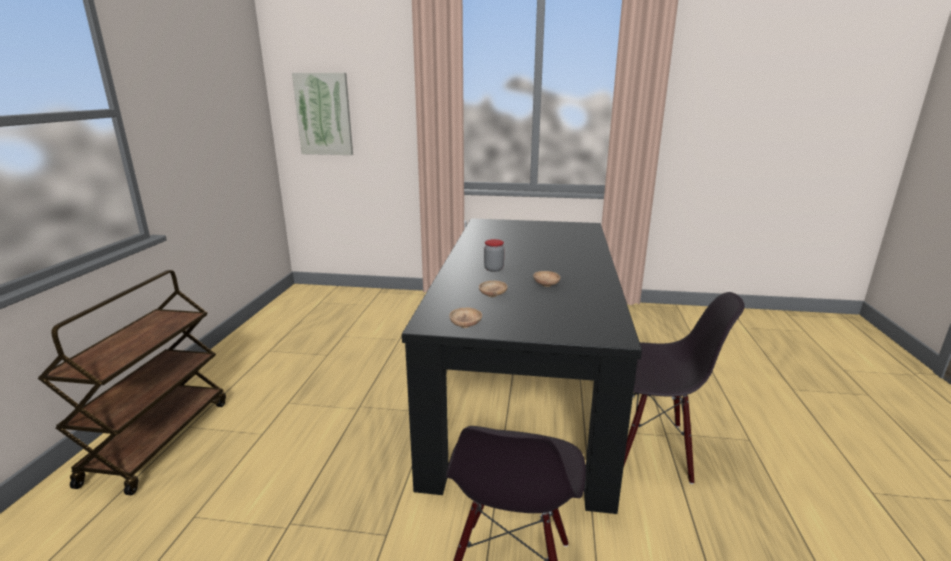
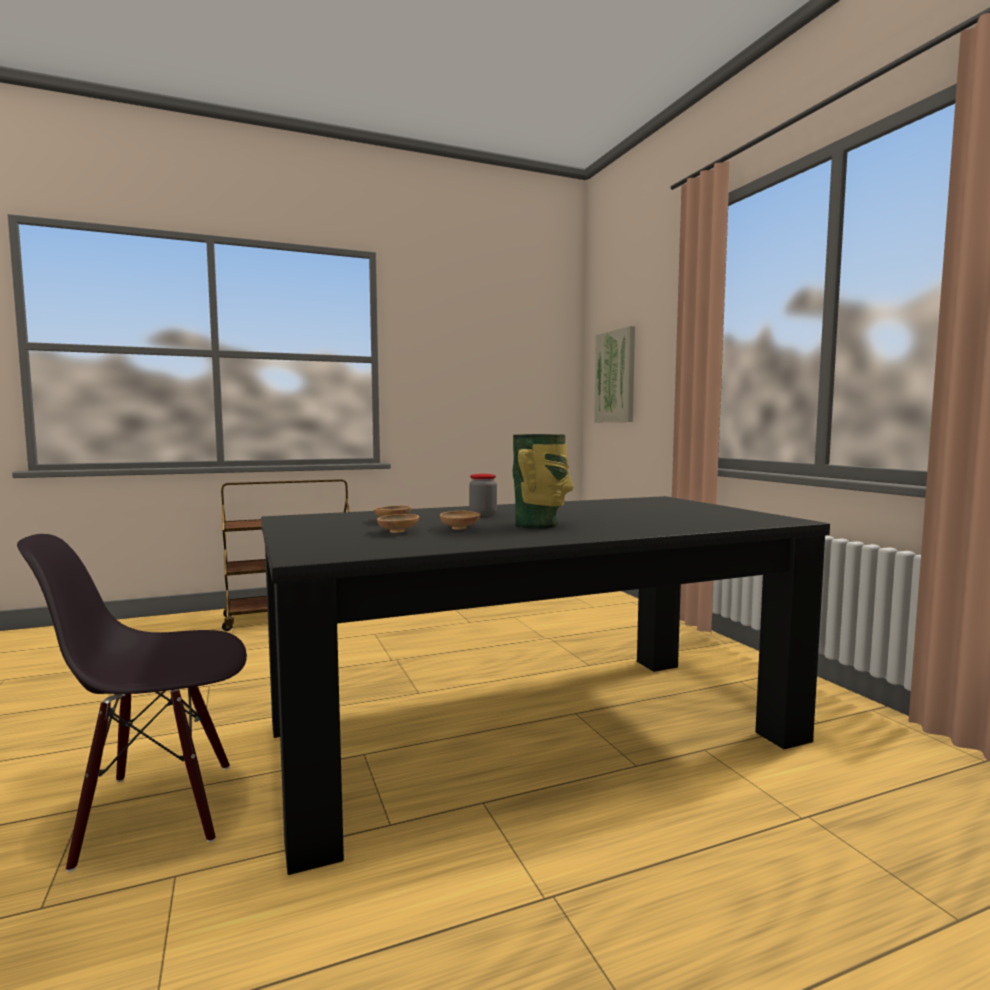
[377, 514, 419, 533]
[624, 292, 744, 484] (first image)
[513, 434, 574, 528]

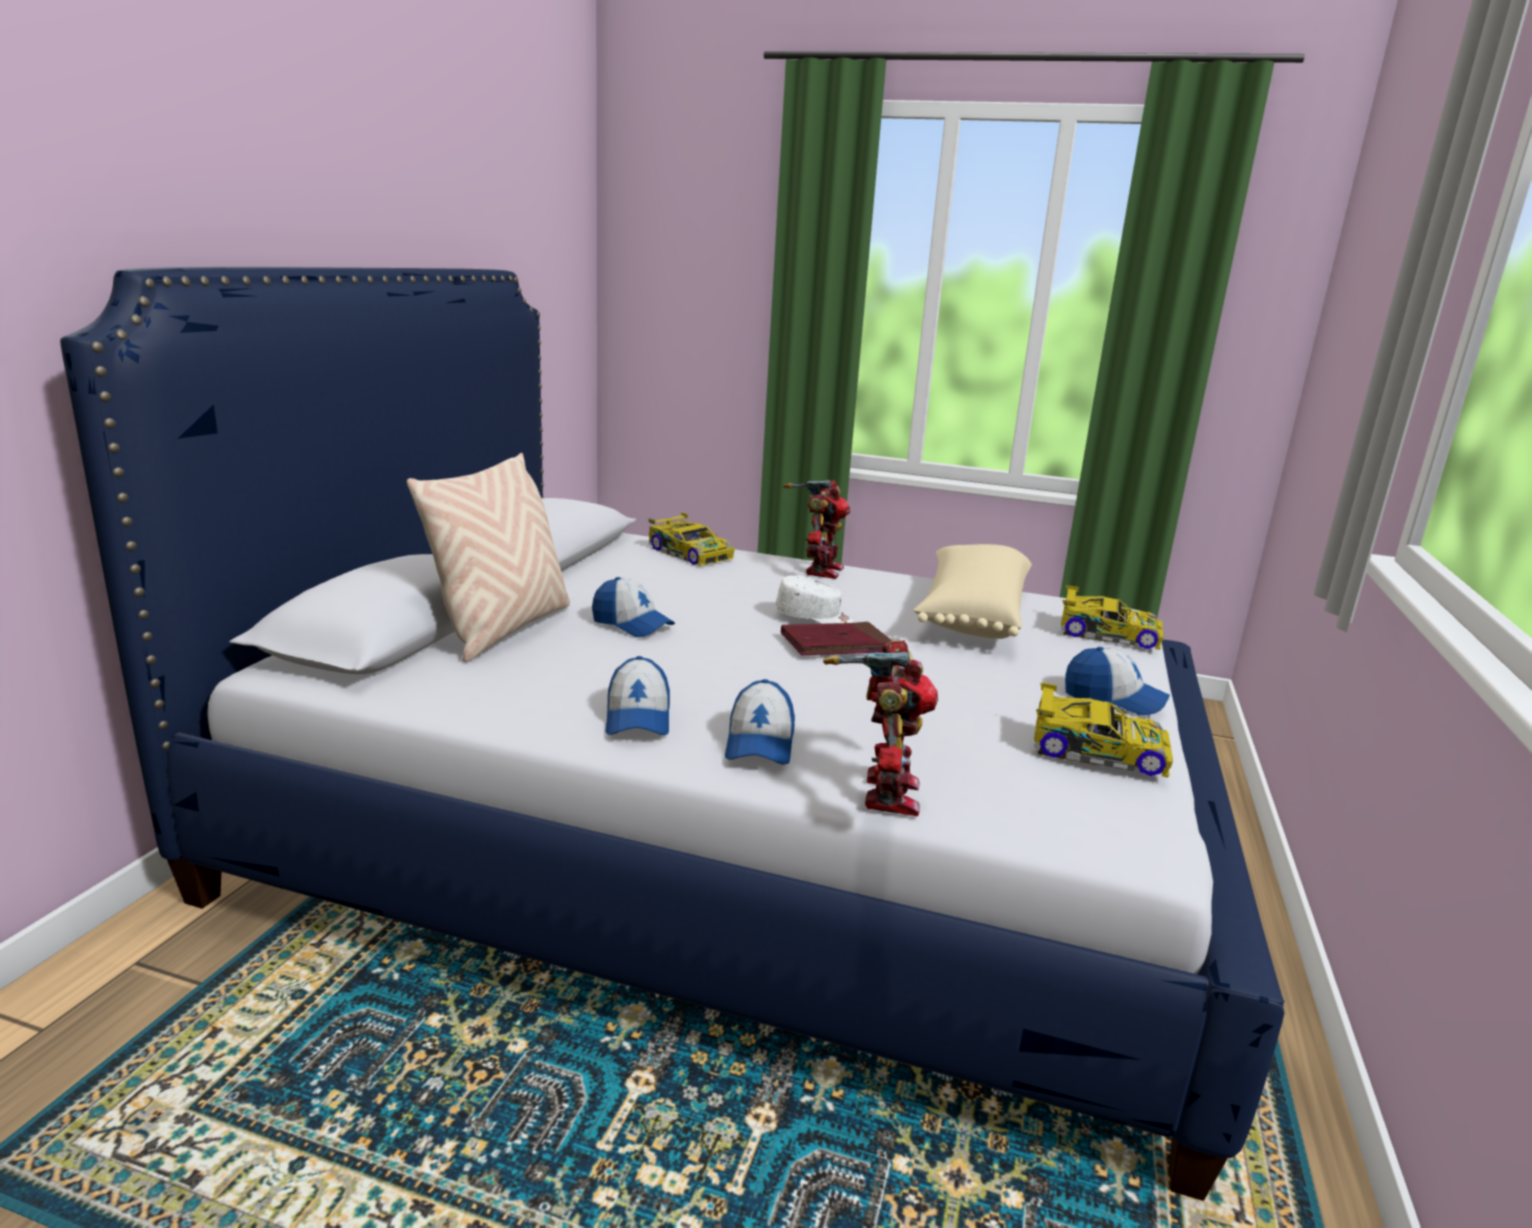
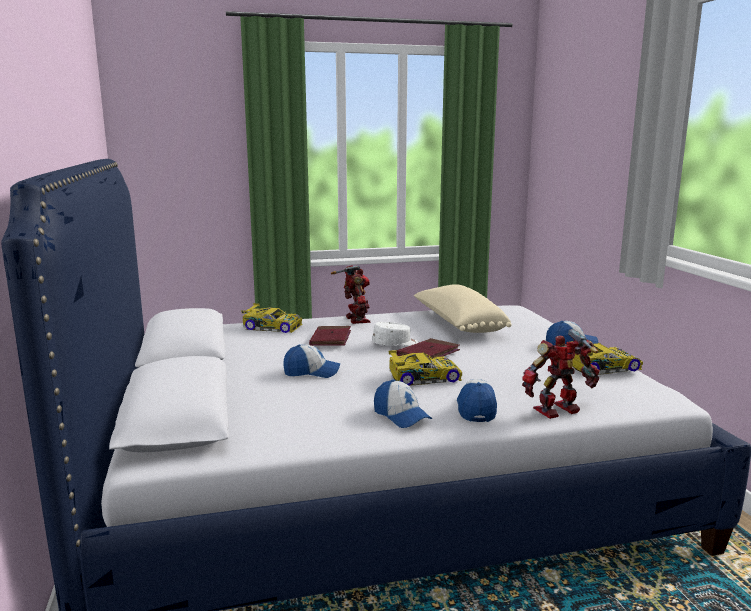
[407, 453, 570, 662] (first image)
[457, 379, 497, 422]
[522, 329, 600, 419]
[388, 350, 462, 386]
[309, 326, 351, 346]

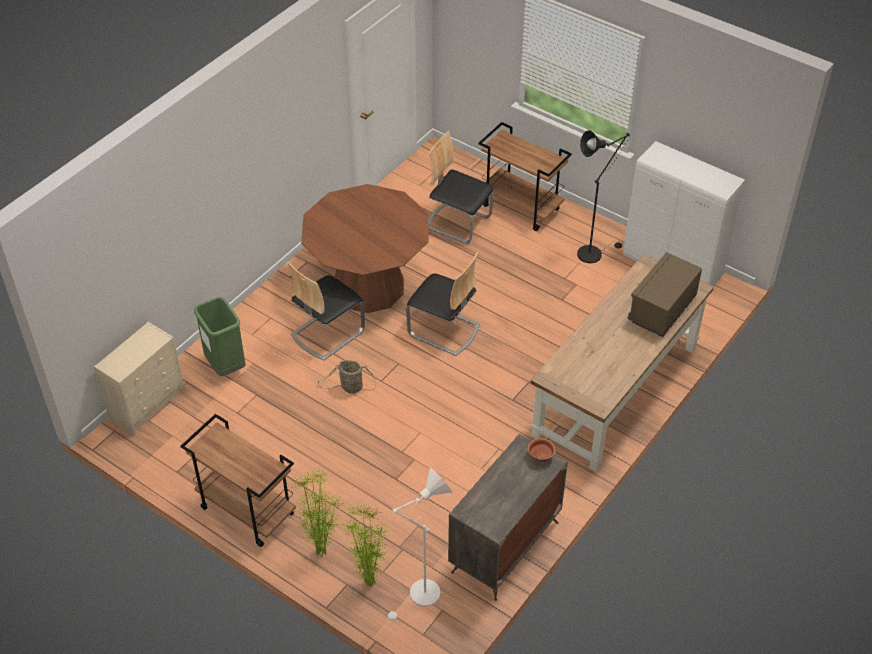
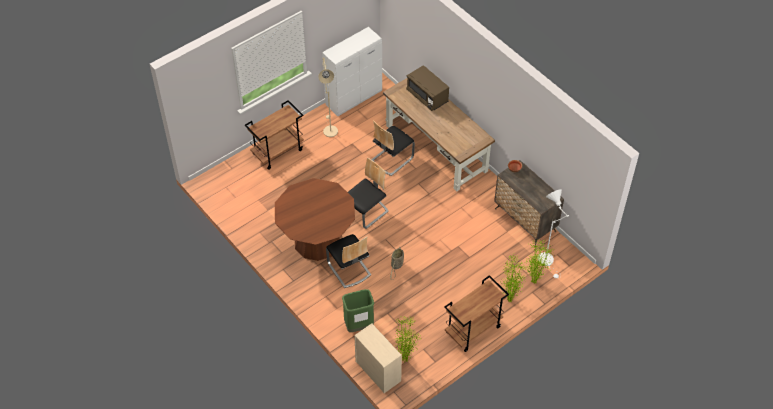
[371, 120, 415, 176]
[318, 58, 338, 137]
[395, 316, 421, 363]

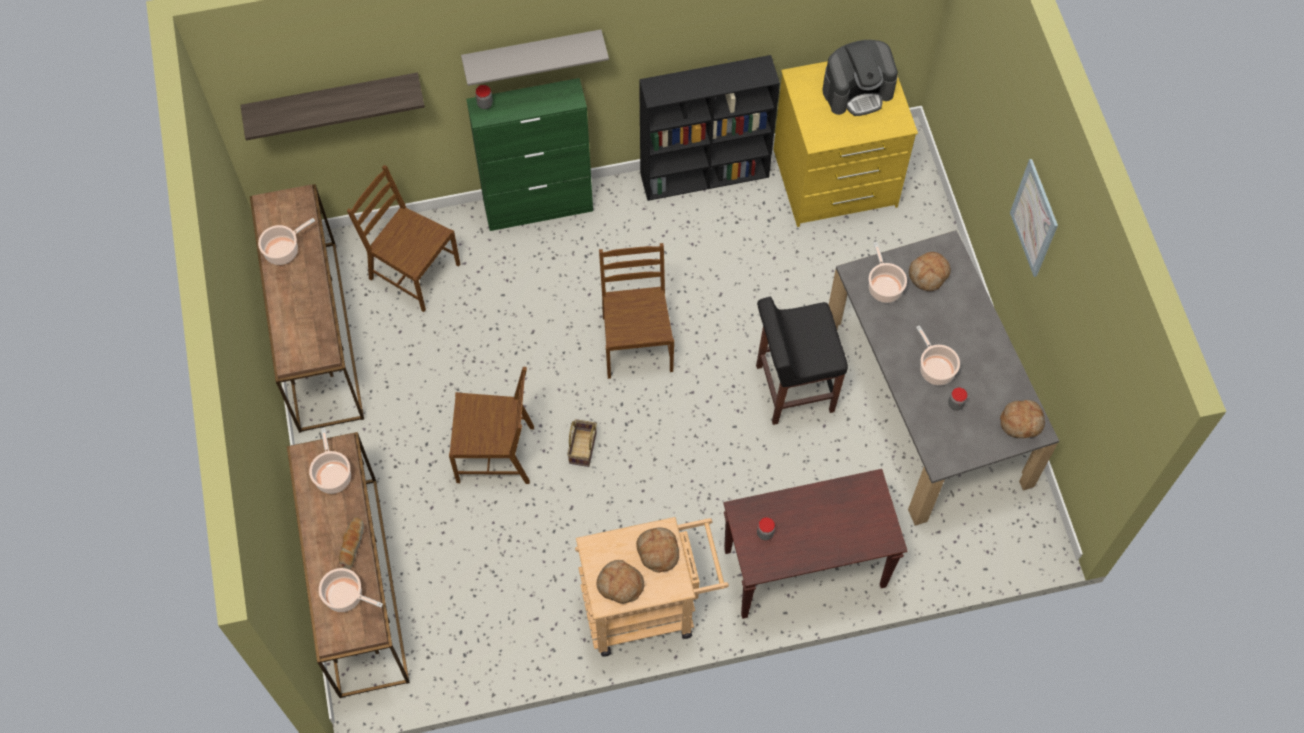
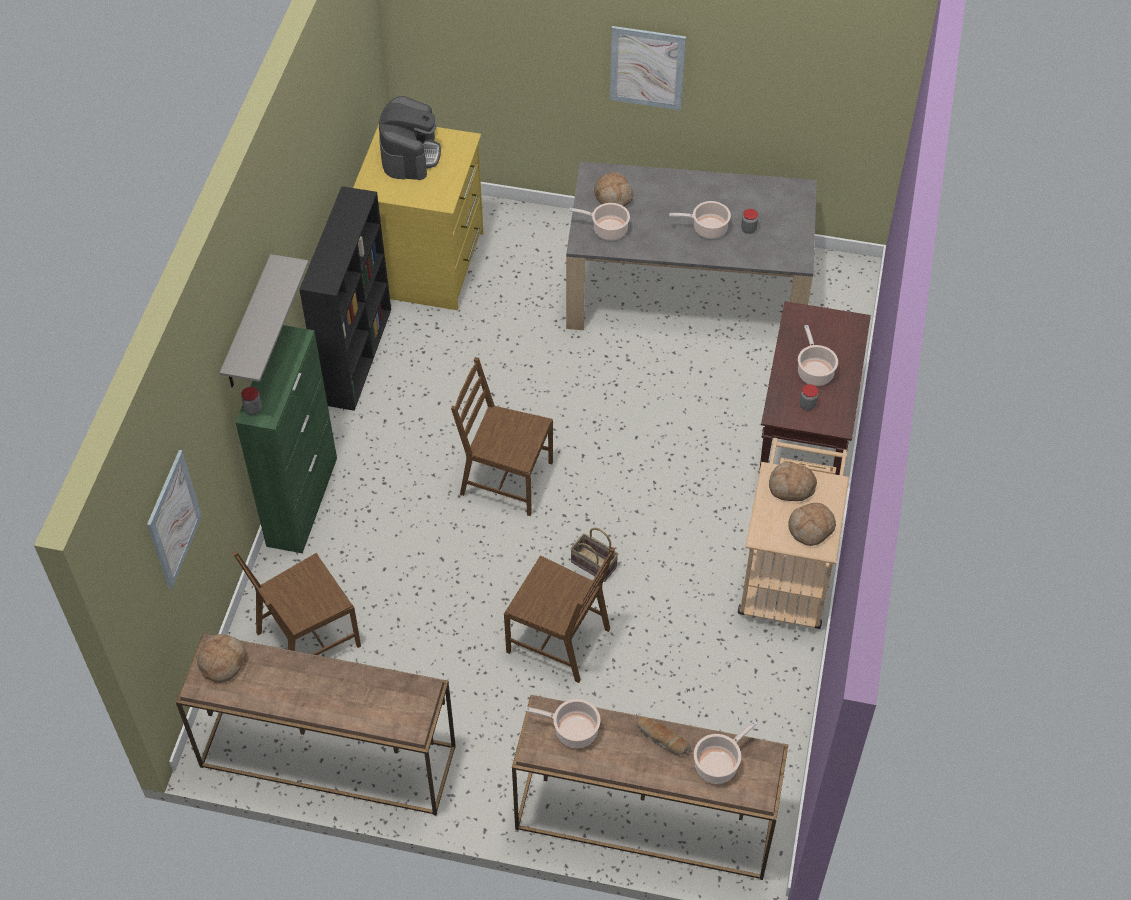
[147, 450, 202, 589]
[798, 325, 838, 386]
[504, 547, 615, 683]
[756, 297, 848, 425] (first image)
[197, 634, 246, 683]

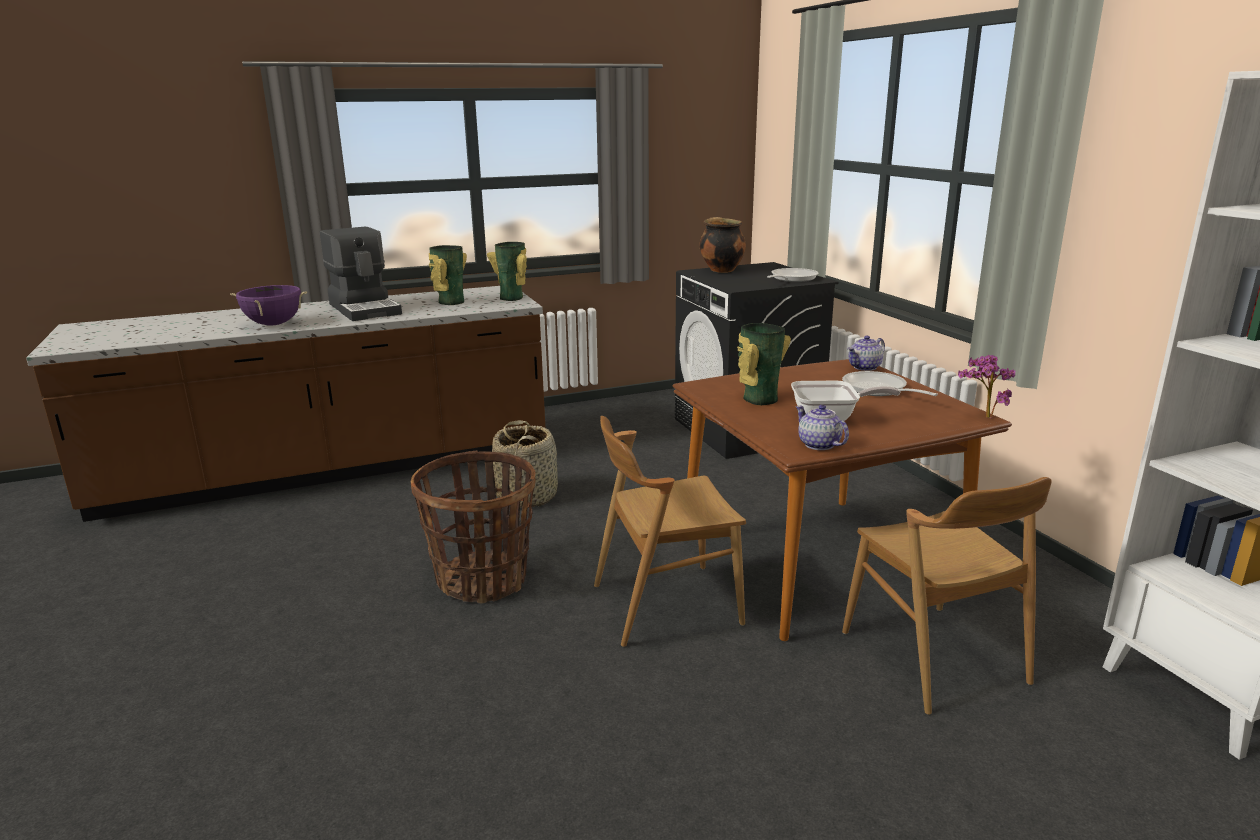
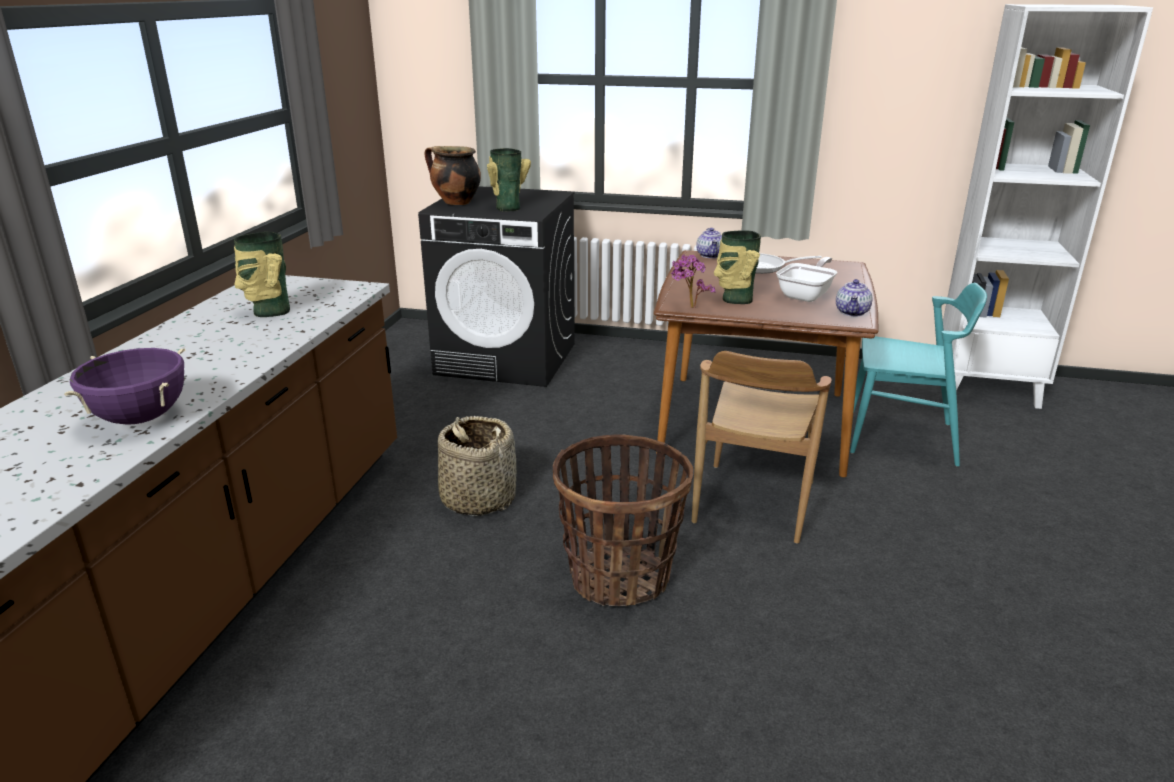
[320, 227, 402, 321] (first image)
[487, 148, 531, 211]
[767, 268, 819, 282] (first image)
[836, 279, 872, 316]
[850, 283, 987, 467]
[671, 254, 715, 308]

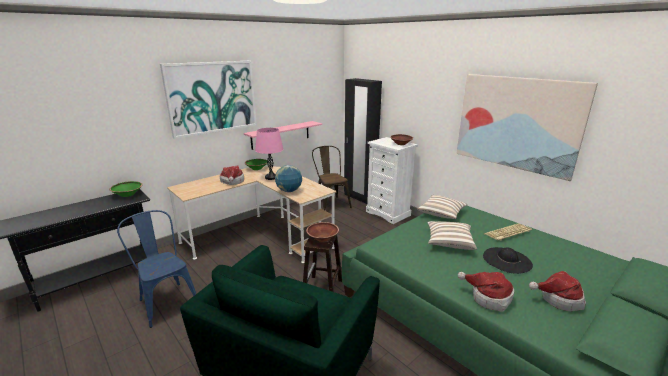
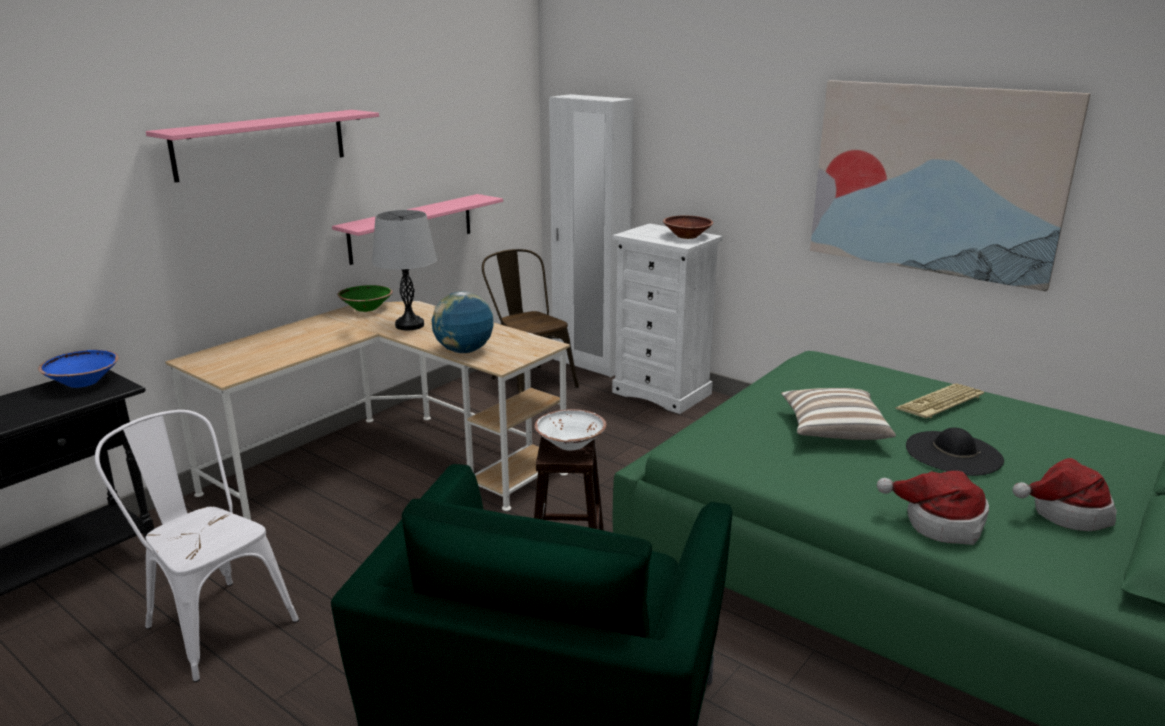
[38, 350, 119, 388]
[95, 410, 299, 682]
[146, 110, 379, 183]
[220, 166, 244, 185] (first image)
[372, 210, 437, 331]
[535, 409, 606, 451]
[549, 94, 634, 377]
[417, 195, 467, 219] (first image)

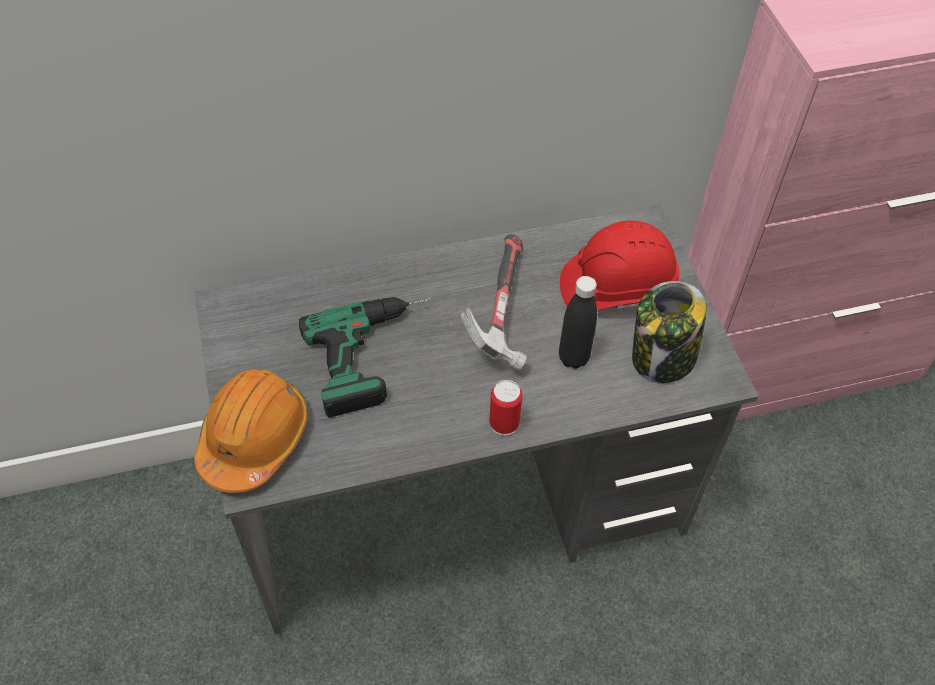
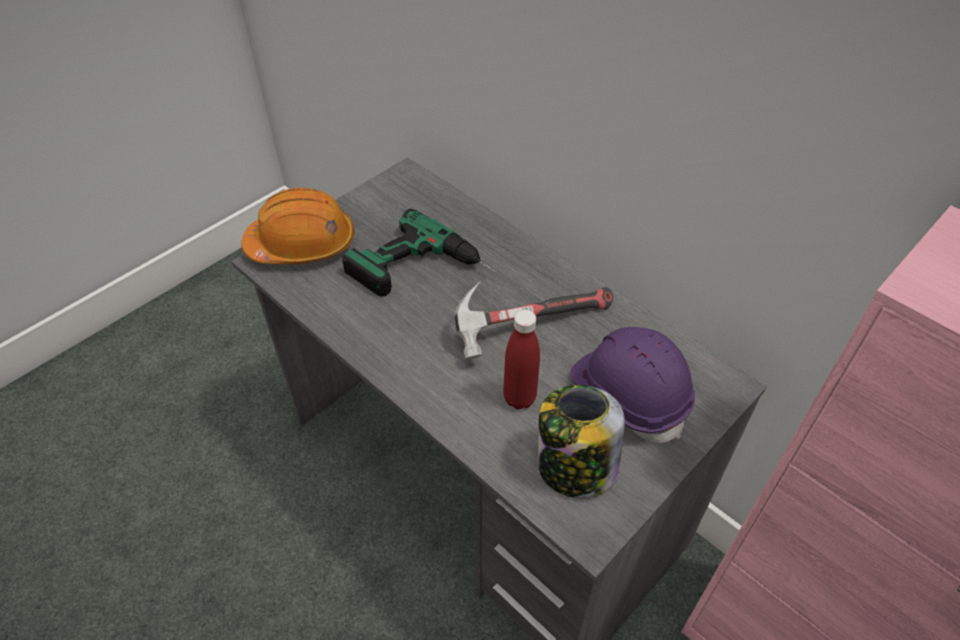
[489, 380, 522, 436] (first image)
[503, 310, 540, 409]
[570, 327, 695, 443]

